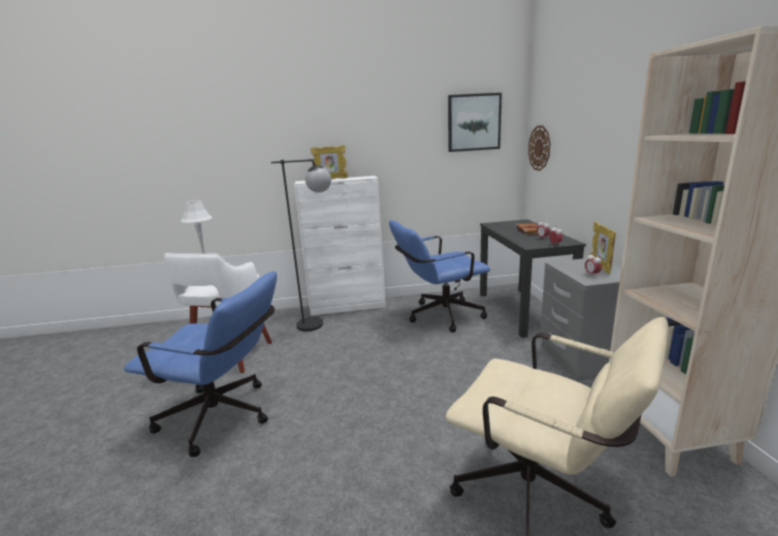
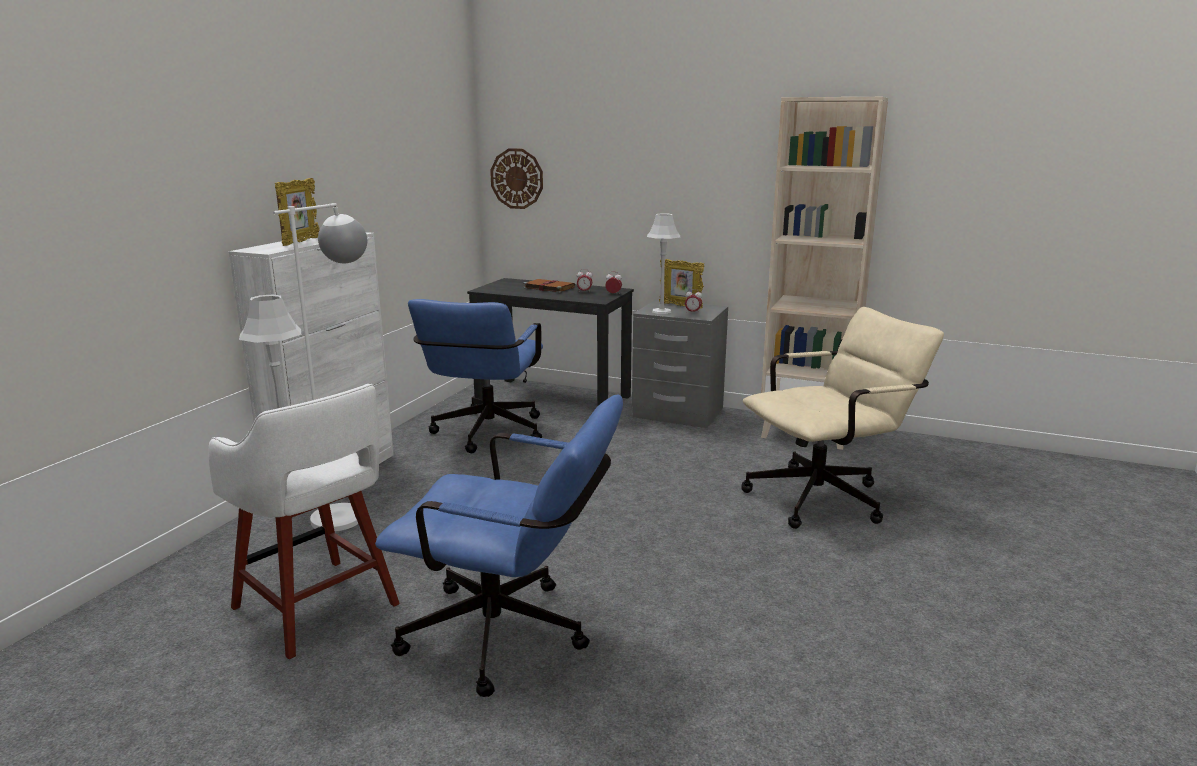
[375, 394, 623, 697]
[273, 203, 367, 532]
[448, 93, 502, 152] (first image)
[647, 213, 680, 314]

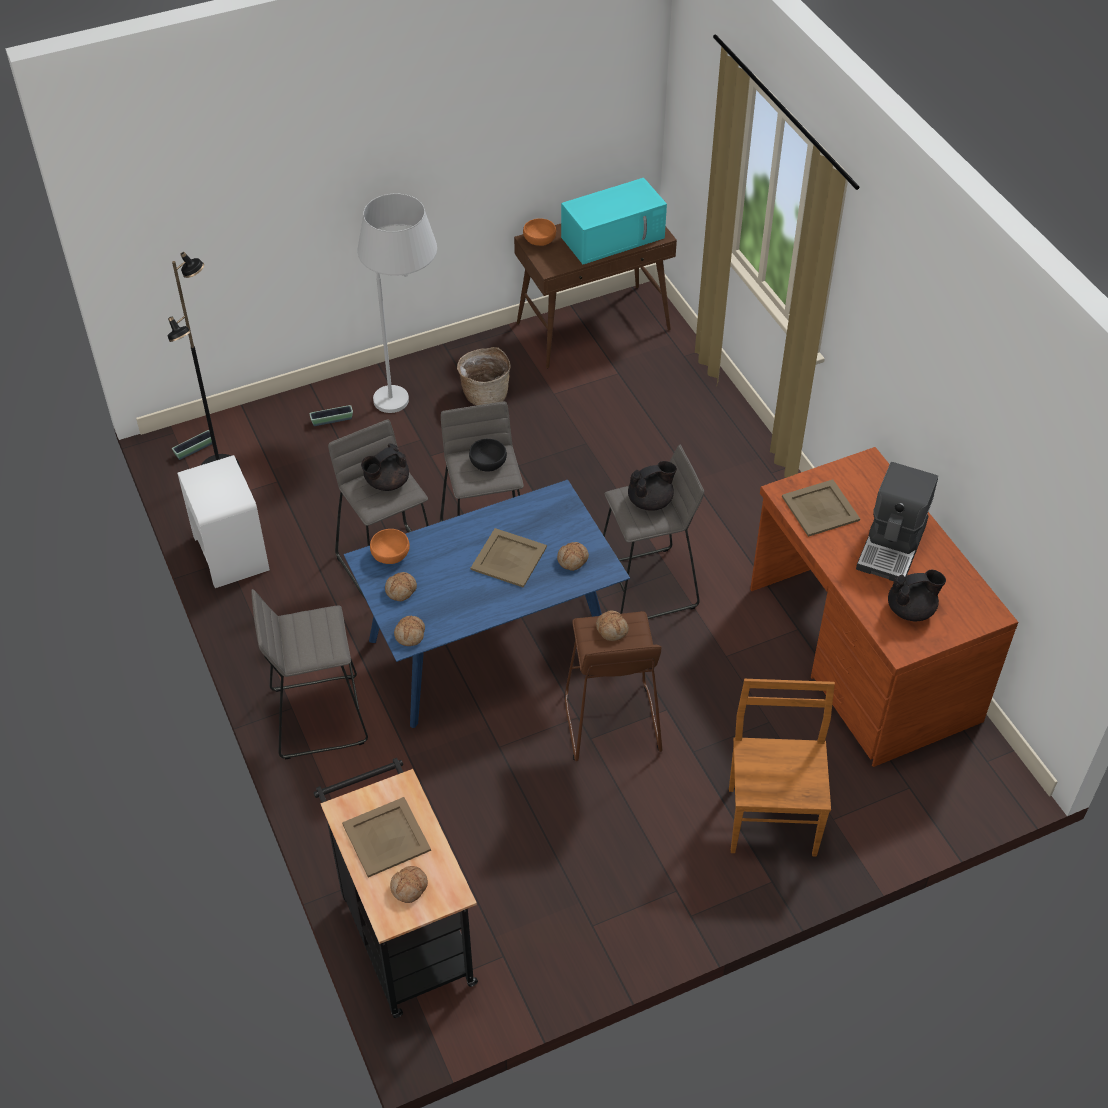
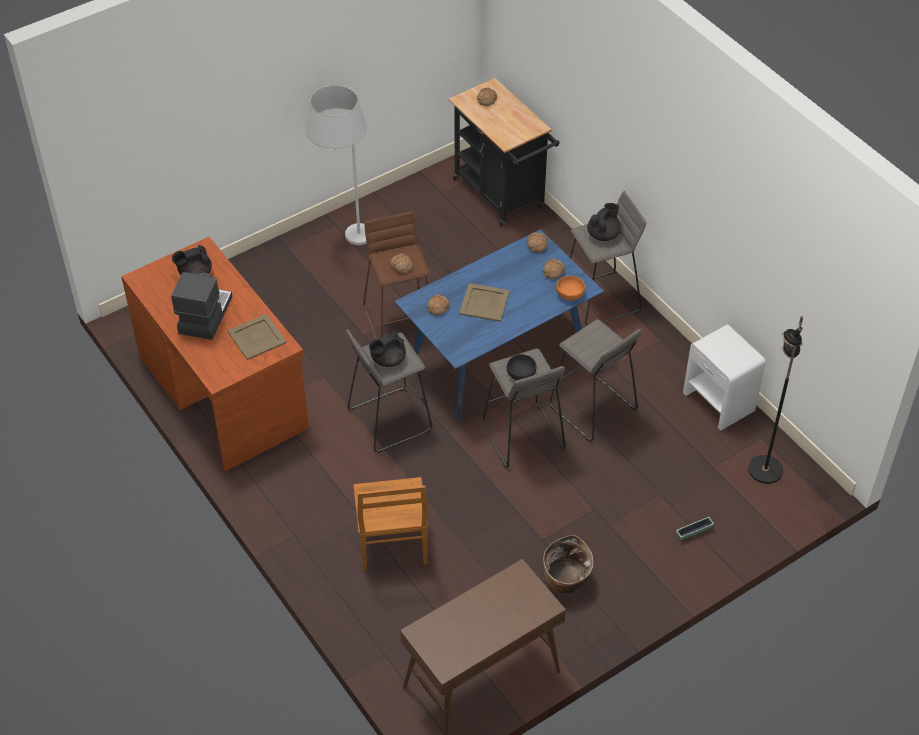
[172, 430, 212, 460] (first image)
[342, 797, 431, 877] (first image)
[305, 85, 367, 245]
[587, 203, 621, 241]
[523, 218, 556, 246] (first image)
[561, 178, 667, 264] (first image)
[353, 477, 428, 571]

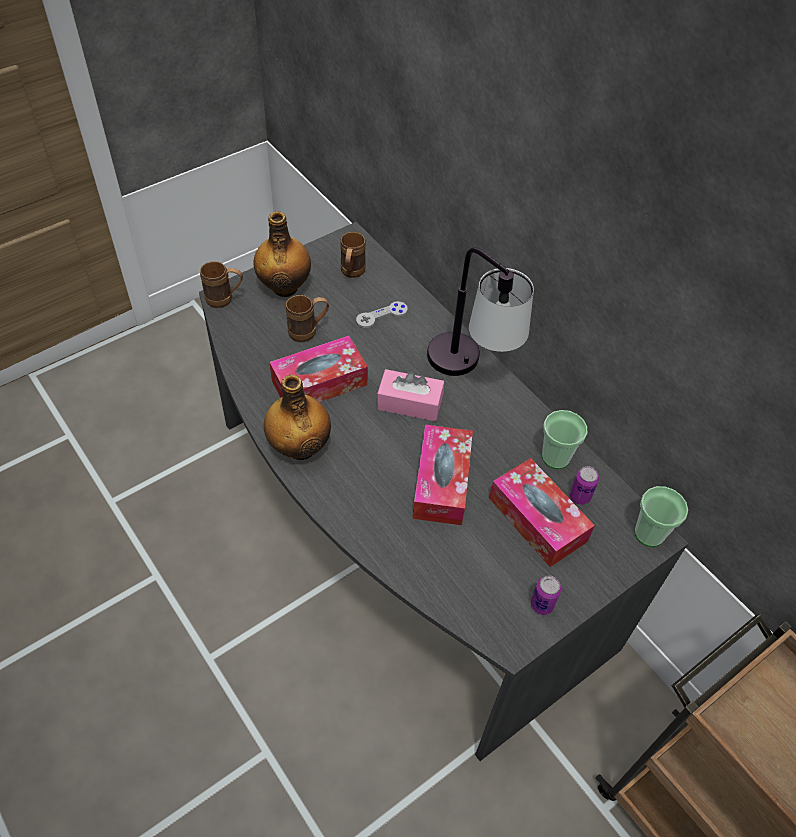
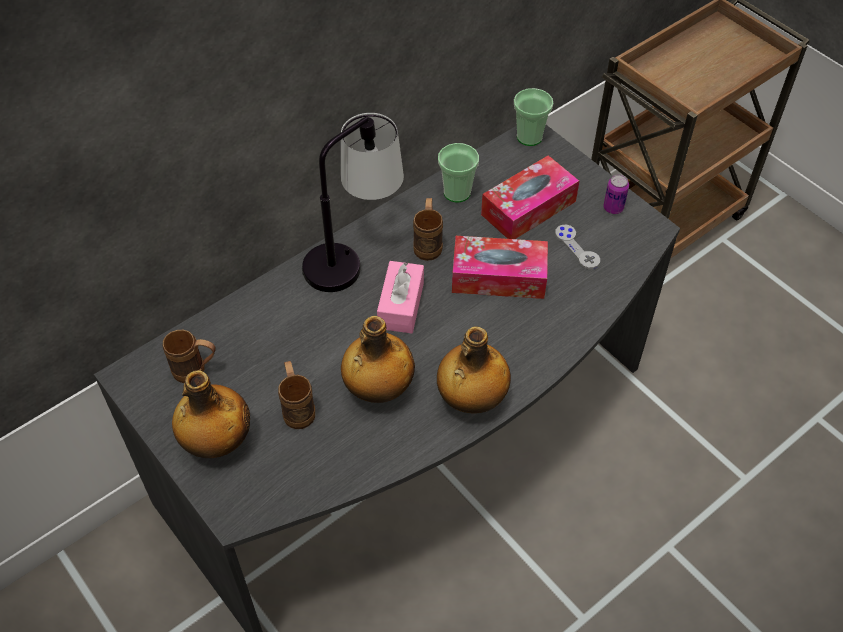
[413, 198, 443, 261]
[341, 316, 415, 403]
[555, 225, 600, 269]
[570, 466, 599, 505] (first image)

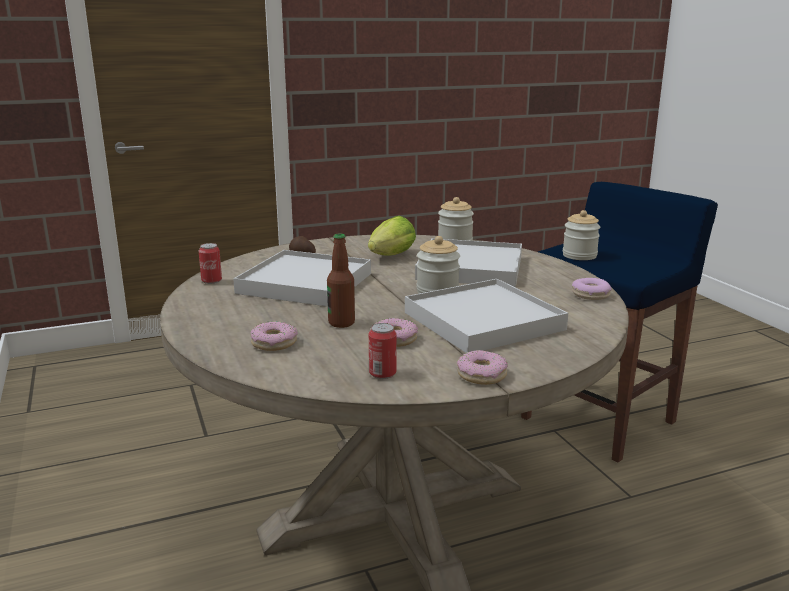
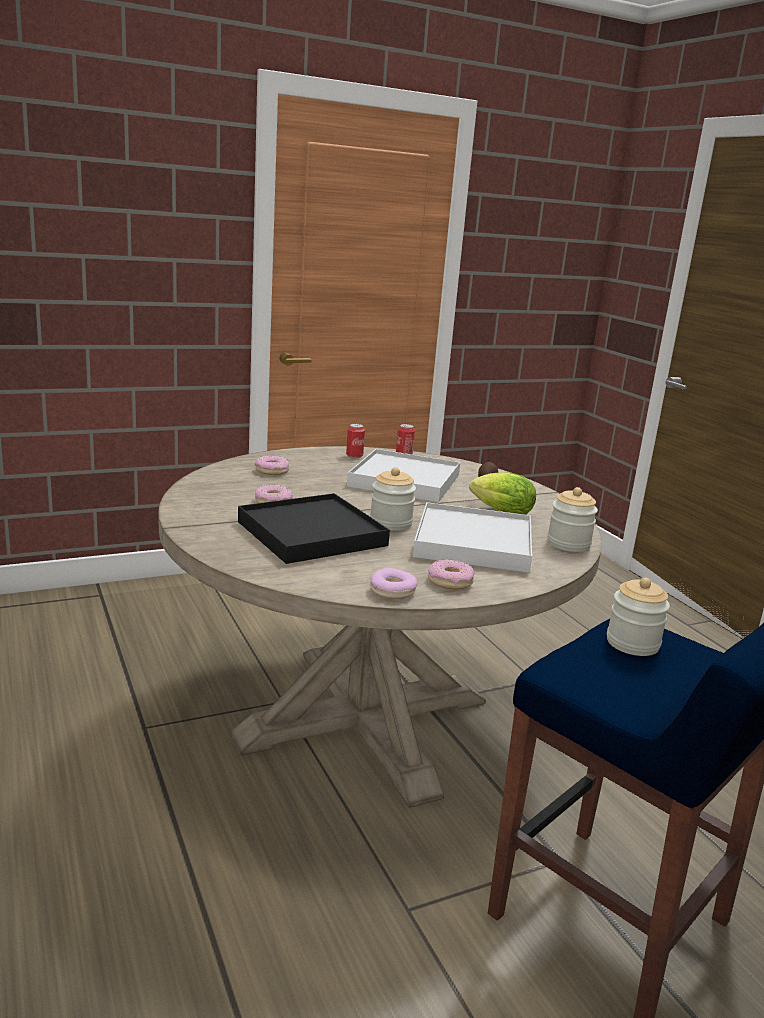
[327, 233, 355, 328] (first image)
[346, 424, 365, 458]
[238, 493, 390, 564]
[428, 559, 474, 590]

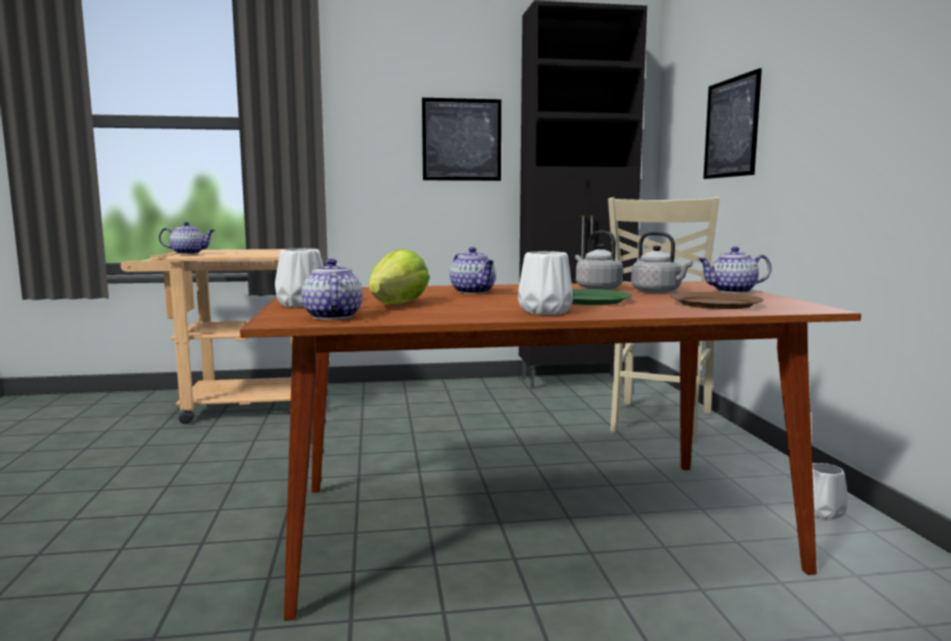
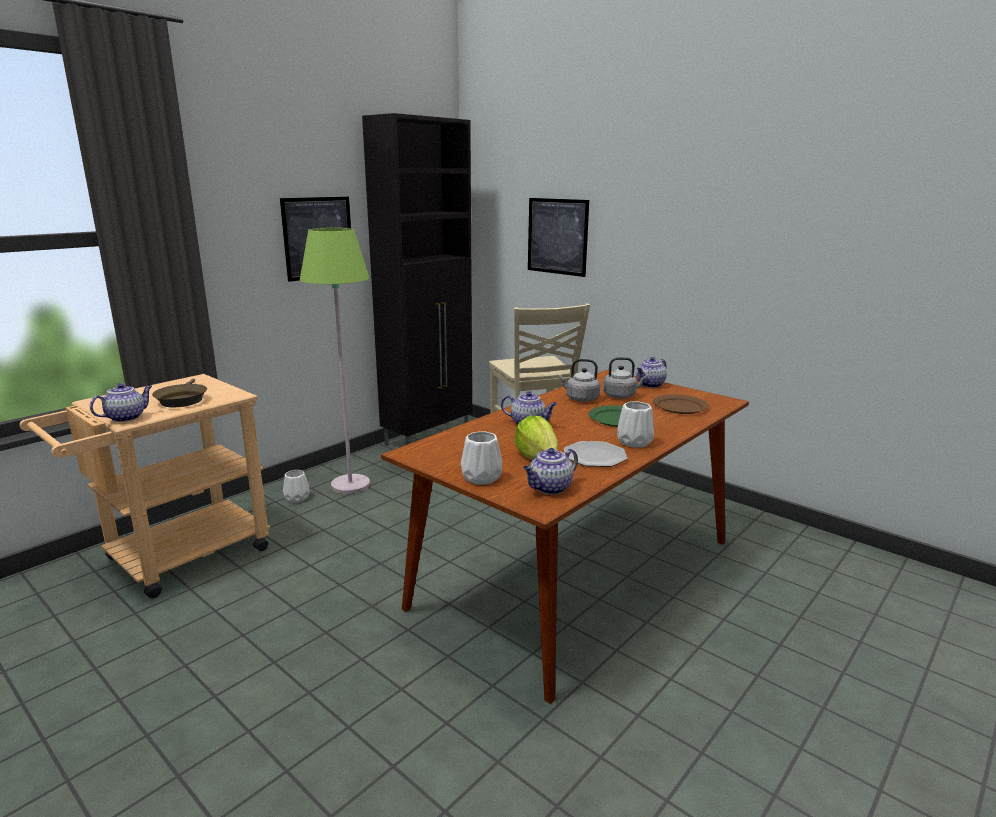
[523, 448, 578, 495]
[283, 470, 310, 503]
[152, 379, 207, 407]
[300, 228, 370, 494]
[564, 441, 627, 467]

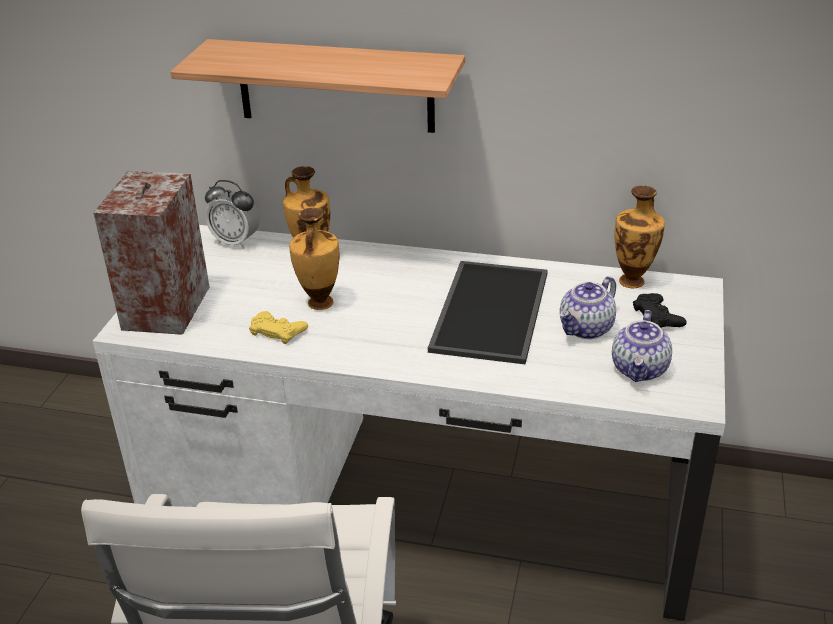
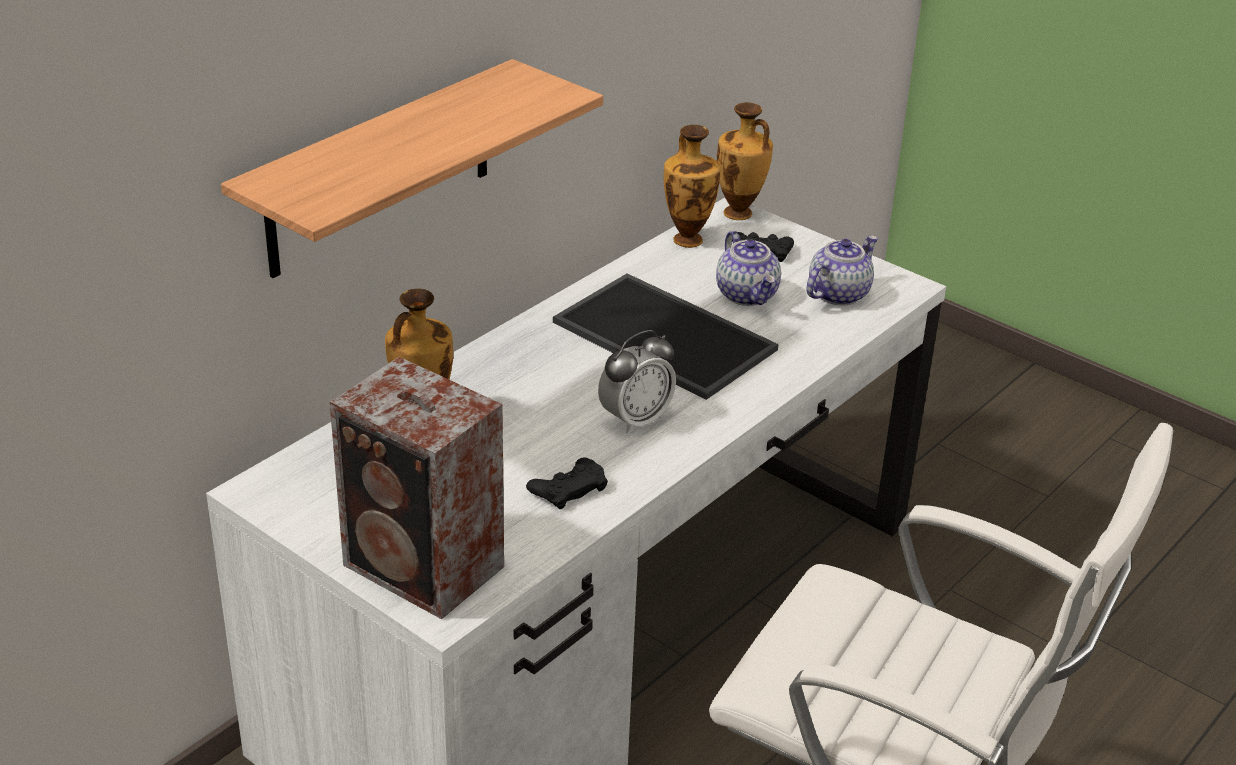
[598, 330, 676, 434]
[526, 457, 608, 509]
[717, 102, 773, 220]
[807, 235, 878, 306]

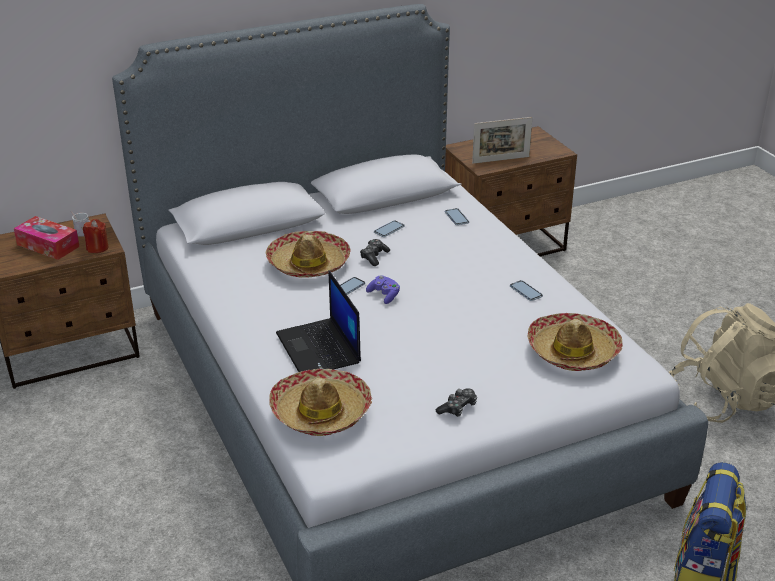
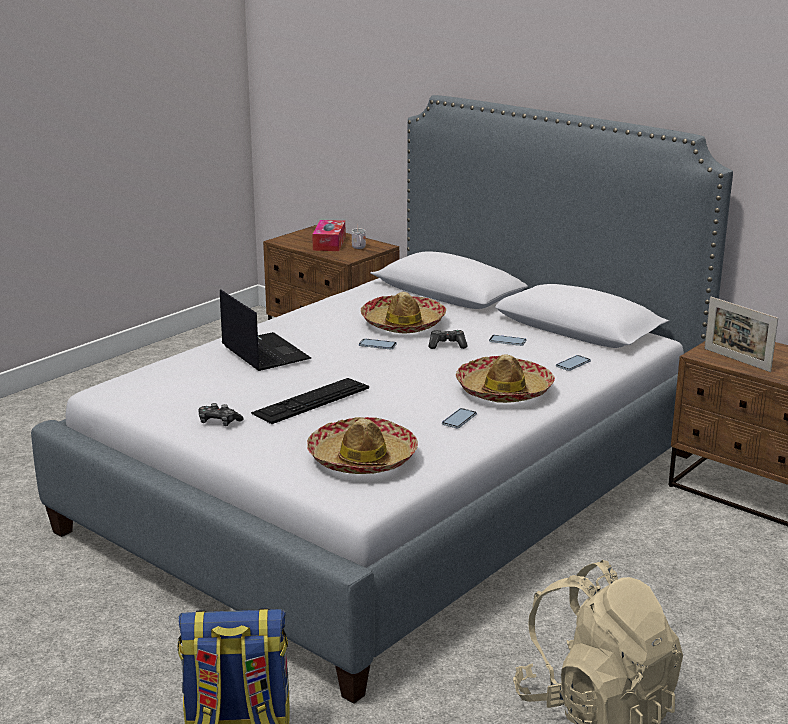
[83, 219, 109, 253] (first image)
[456, 354, 555, 403]
[220, 289, 311, 371]
[366, 276, 400, 304] (first image)
[251, 378, 369, 424]

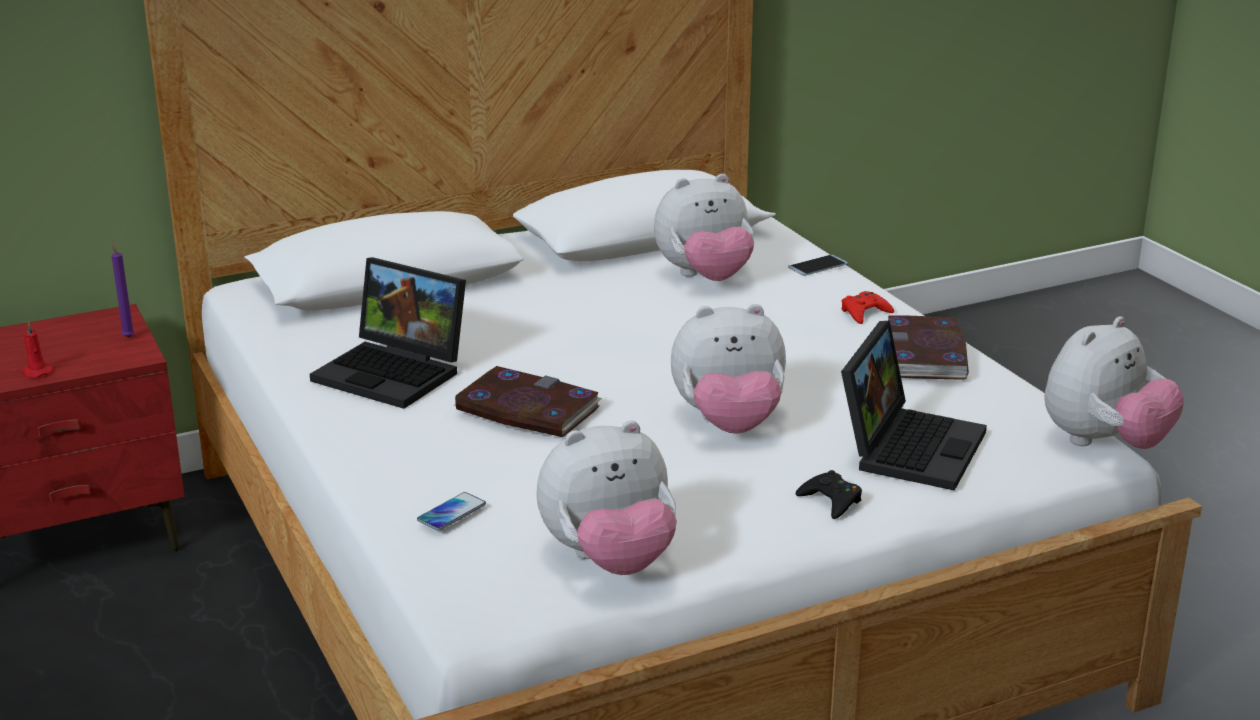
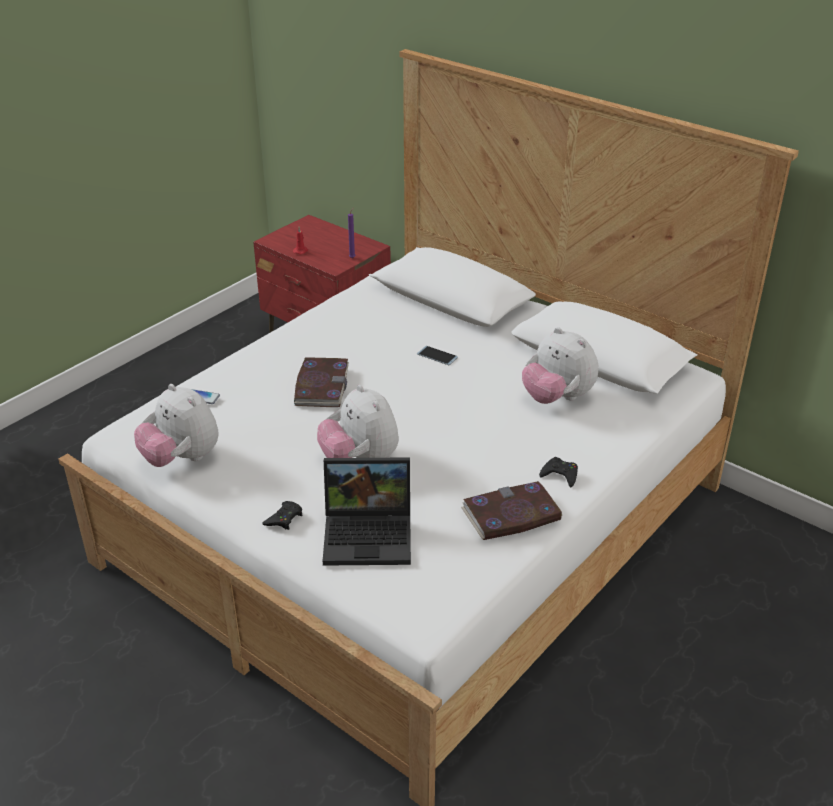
[310, 257, 466, 409] (first image)
[417, 346, 458, 365]
[539, 457, 578, 487]
[1044, 316, 1184, 449] (first image)

